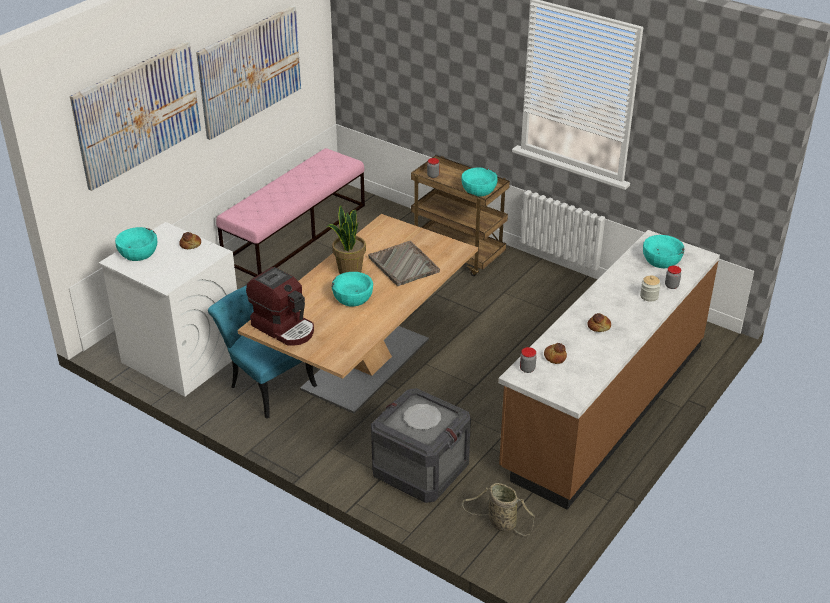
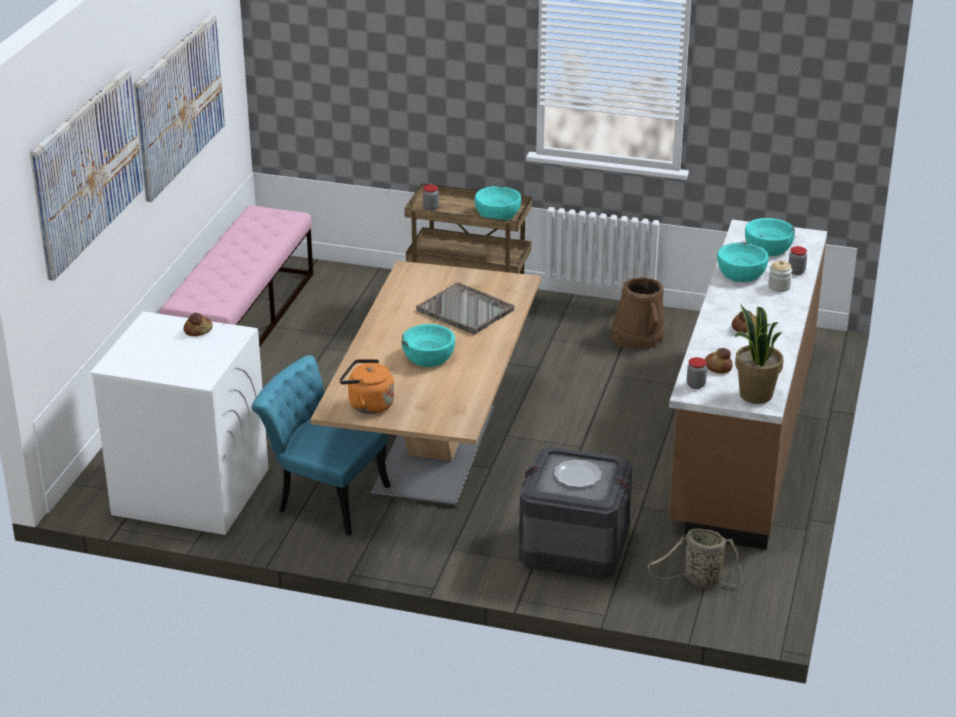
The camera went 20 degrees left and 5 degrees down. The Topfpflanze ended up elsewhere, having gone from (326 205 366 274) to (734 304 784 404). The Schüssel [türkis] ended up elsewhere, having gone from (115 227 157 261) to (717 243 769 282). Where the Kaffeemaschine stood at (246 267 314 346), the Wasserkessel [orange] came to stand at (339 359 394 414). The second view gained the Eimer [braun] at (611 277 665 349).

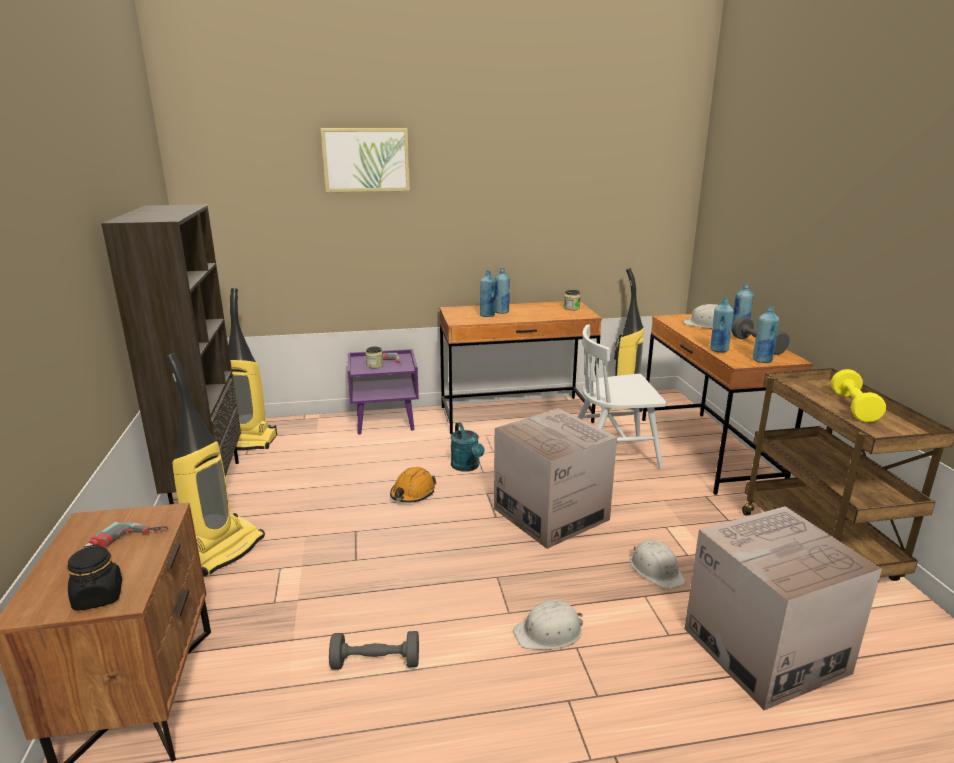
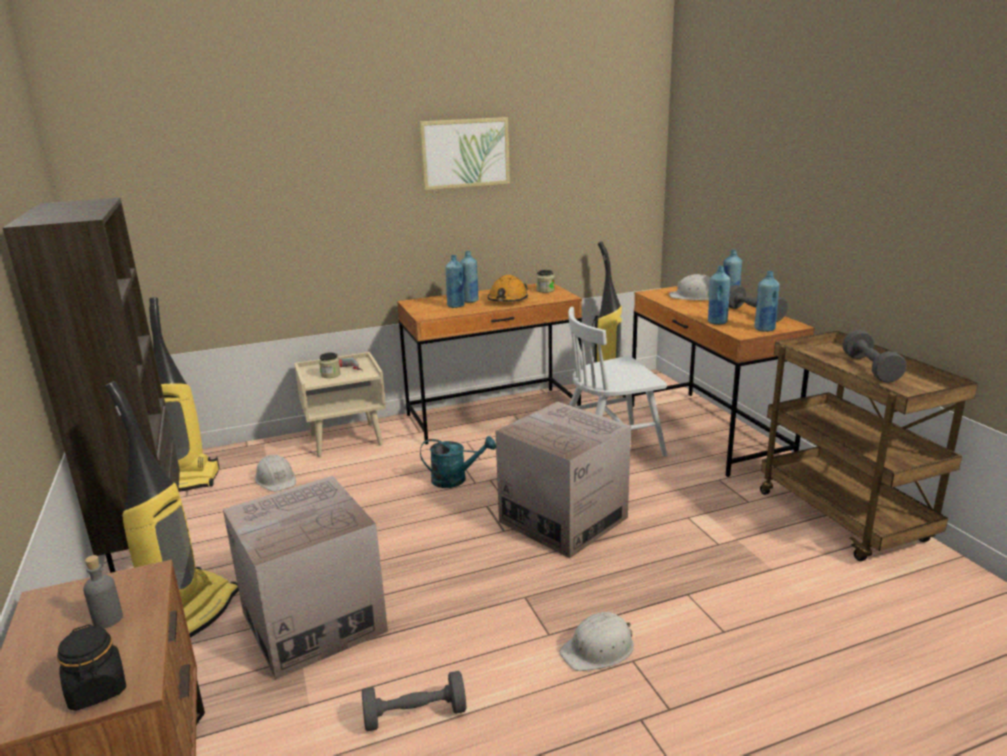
The camera went 10 degrees left and 0 degrees up. The Bild ended up elsewhere, having gone from (320 128 410 192) to (419 117 510 190). What was the Nachttisch [lila] at (348 349 419 435) turned into the Nachttisch [beige] at (294 352 386 457). What was the Hantel [gelb] at (831 369 886 423) turned into the Hantel [grau] at (843 330 906 383). The Gießkanne [türkis] at (451 422 484 472) ended up facing another way, 60 degrees counterclockwise from before. The Schutzhelm [orange] ended up elsewhere, having gone from (390 467 436 503) to (488 275 528 302). The Karton ended up elsewhere, having gone from (684 506 882 710) to (223 476 388 680). Where the Bohrmaschine stood at (83 521 168 548), the Flasche [grau] came to stand at (83 555 123 628). The Schutzhelm [weiß] ended up elsewhere, having gone from (630 540 686 589) to (255 455 296 492).

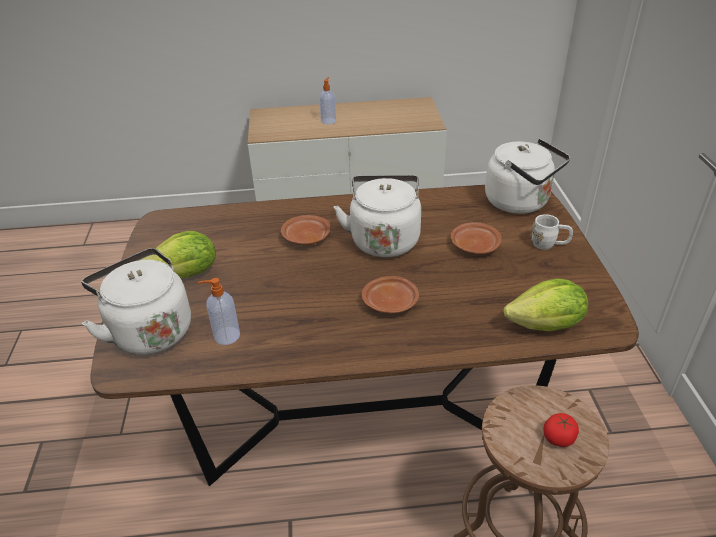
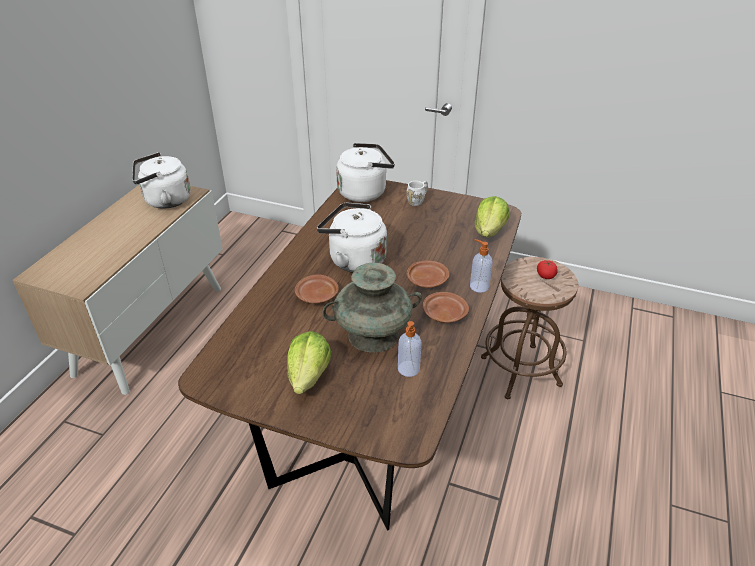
The camera went 65 degrees left and 0 degrees up. The Seifenspender ended up elsewhere, having gone from (319 77 336 124) to (470 239 493 293). The Teller [braun] ended up elsewhere, having gone from (451 222 502 254) to (423 292 469 323). The Wasserkessel [weiß] ended up elsewhere, having gone from (81 248 191 355) to (132 152 191 209). The second view gained the Vase [türkis] at (322 263 422 353).

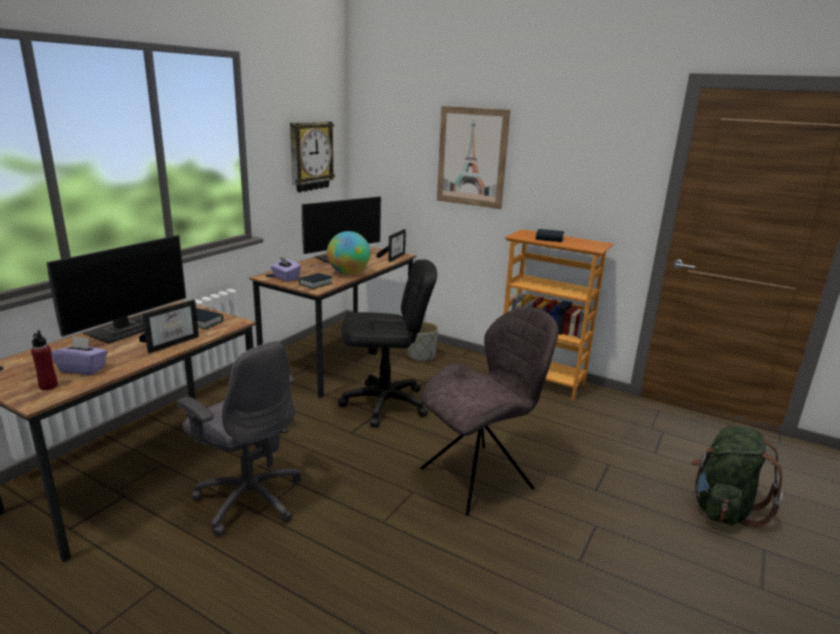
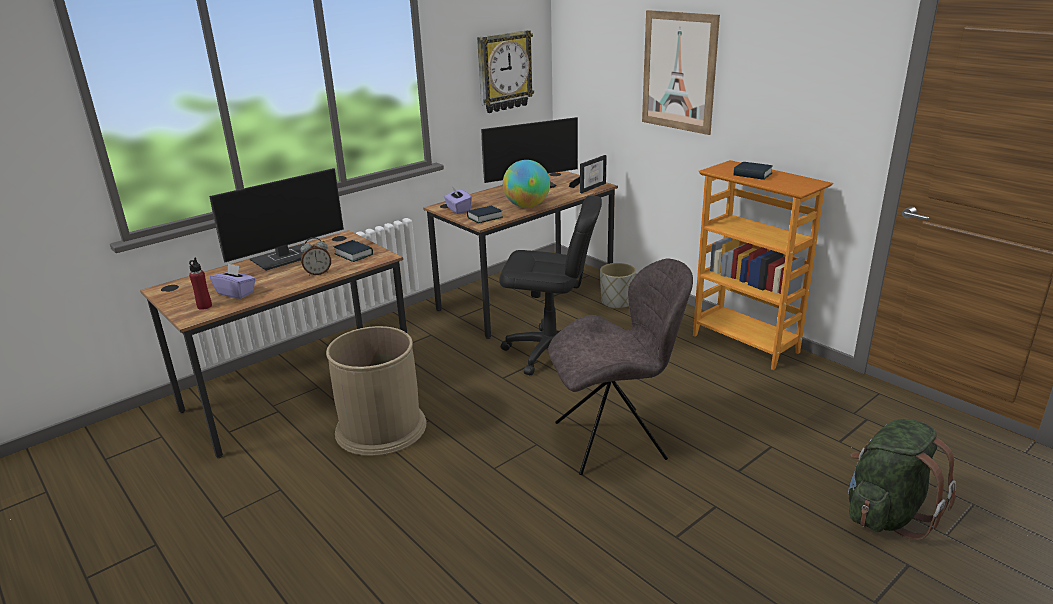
The camera went 20 degrees right and 5 degrees up. Where the Bilderrahmen stood at (139 300 199 353), the Wecker came to stand at (301 237 331 276). Where the Bürostuhl [grau] stood at (177 341 302 537), the Mülleimer [braun] came to stand at (326 326 426 456).

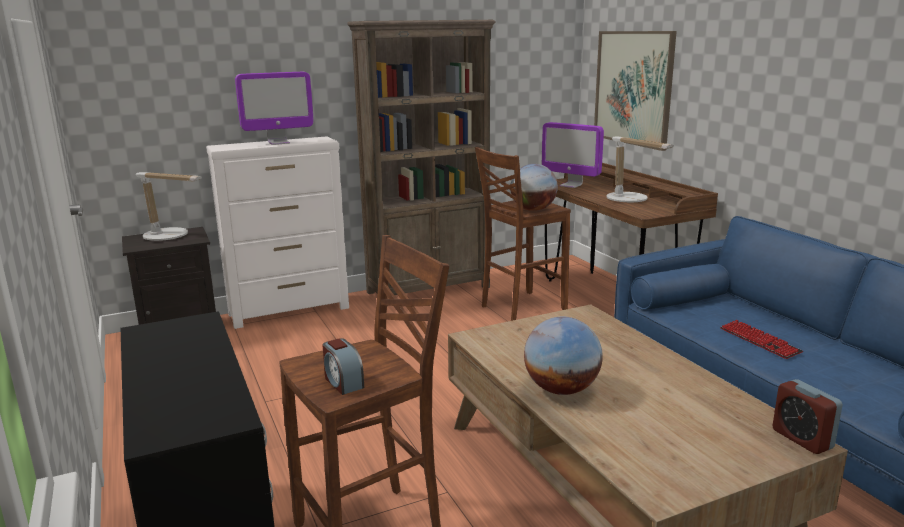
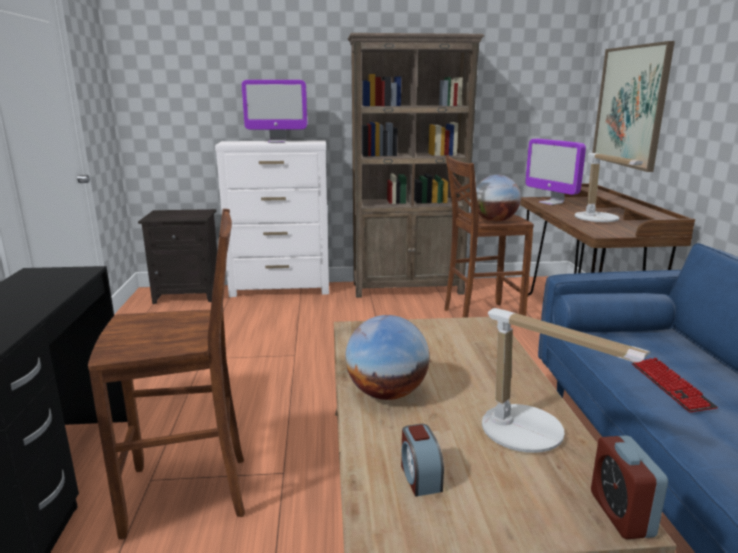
The camera went 20 degrees right and 0 degrees up. The Tischlampe ended up elsewhere, having gone from (136 172 202 241) to (482 308 651 453). The Wecker ended up elsewhere, having gone from (323 338 364 395) to (401 424 444 497).

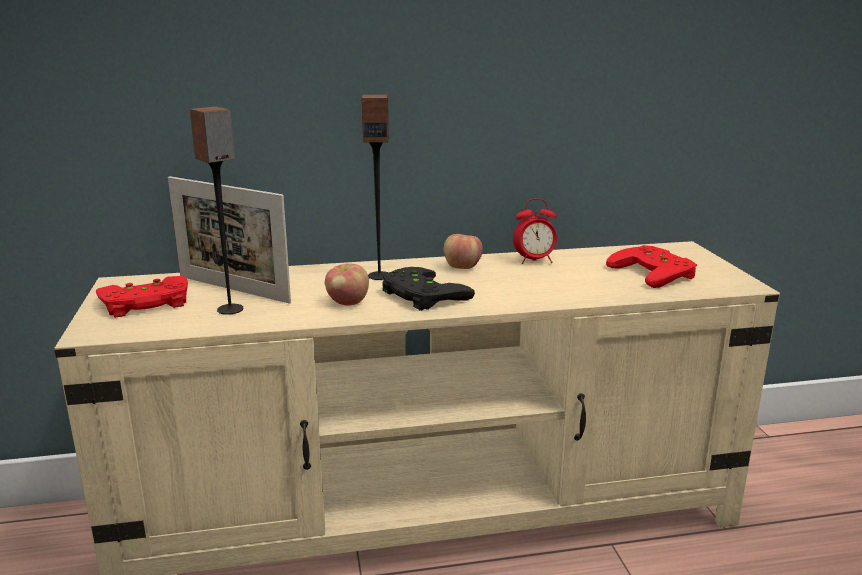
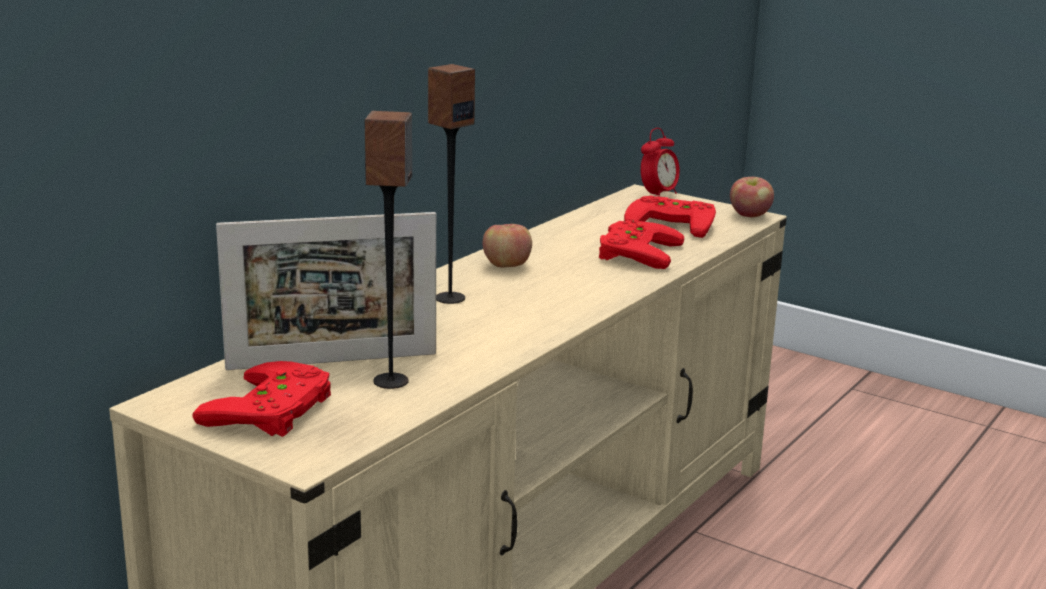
The camera went 45 degrees left and 0 degrees up. The Wecker ended up elsewhere, having gone from (513 198 557 264) to (641 128 680 197). The Apfel ended up elsewhere, having gone from (325 263 369 306) to (730 177 774 217). The second view lost the Gamepad [schwarz] at (383 267 475 311). The second view gained the Gamepad [rot] at (599 220 684 269).

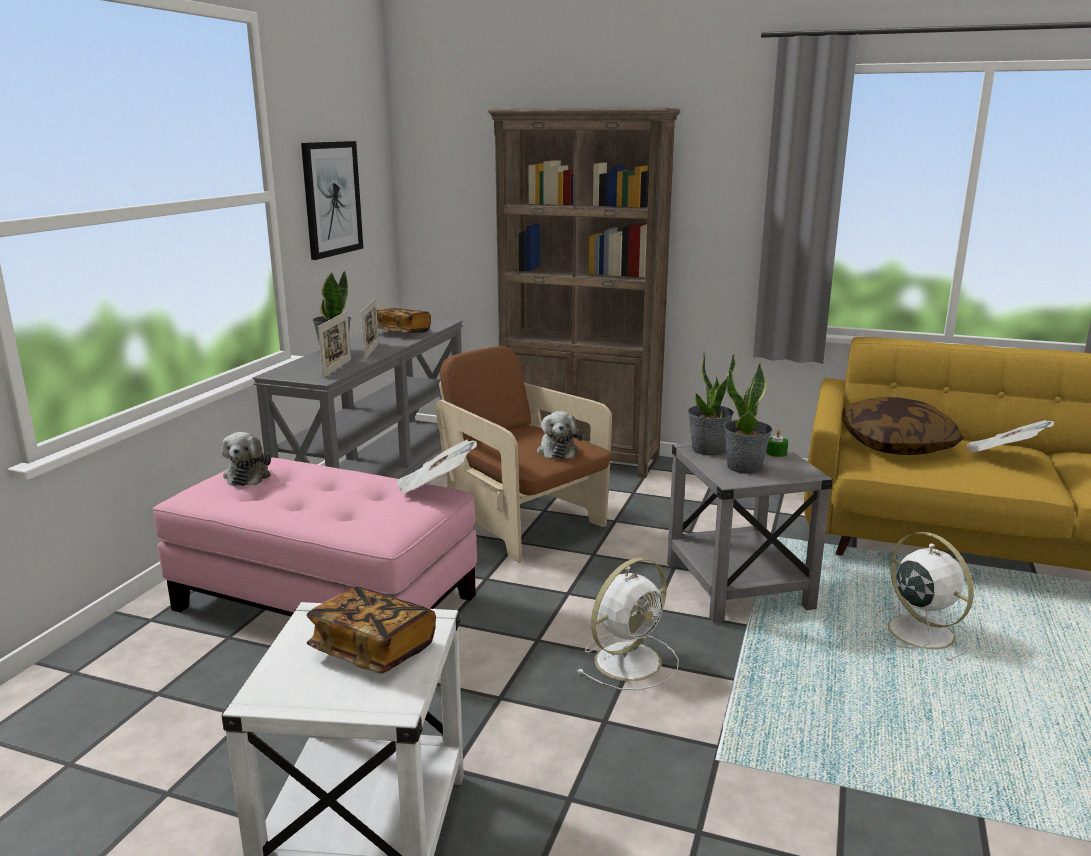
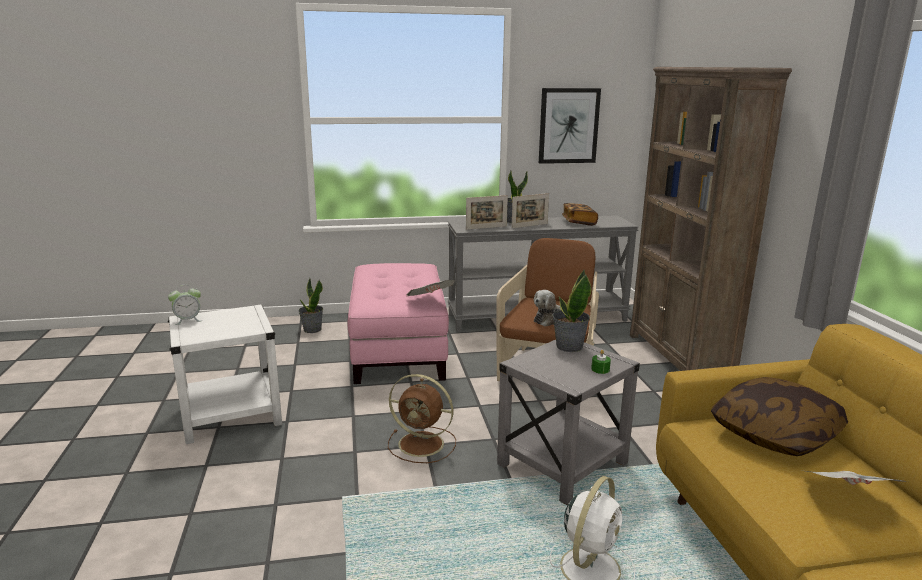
The camera went 60 degrees right and 0 degrees up. The Topfpflanze ended up elsewhere, having gone from (724 363 772 474) to (298 278 323 333). The second view lost the Plüschtier at (221 432 271 486). What was the Ventilator [weiß] at (577 557 679 690) turned into the Ventilator [braun] at (388 374 456 463). The second view lost the Buch at (307 587 436 673). The second view gained the Wecker at (168 285 202 325).

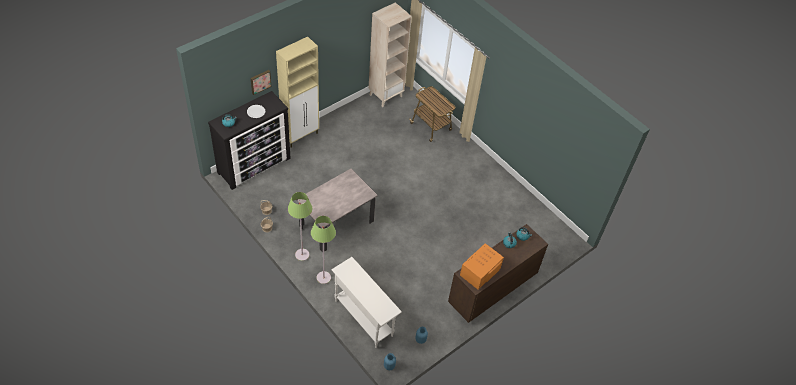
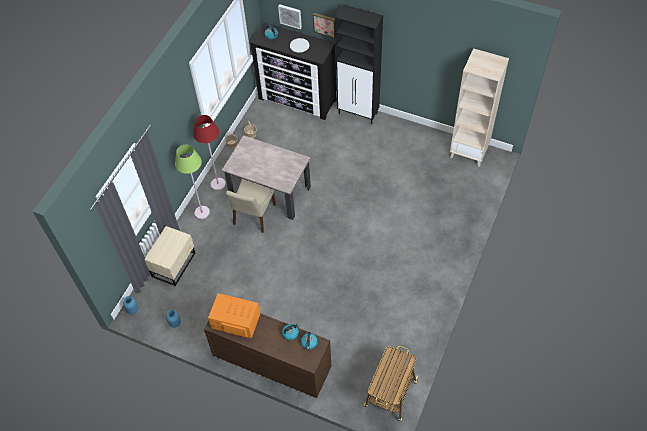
The camera went 70 degrees right and 5 degrees up. What was the Schrank [beige] at (276 37 319 148) turned into the Schrank [schwarz] at (335 4 383 124). The Rollwagen ended up elsewhere, having gone from (409 86 455 142) to (364 346 418 421). What was the Stehlampe [grün] at (288 192 312 261) turned into the Stehlampe [rot] at (193 115 226 191). Where the Konsolentisch [weiß] stood at (331 257 402 348), the Nachttisch [beige] came to stand at (144 226 195 286). The second view gained the Bild at (278 4 302 29). The second view gained the Stuhl [beige] at (226 179 276 233).

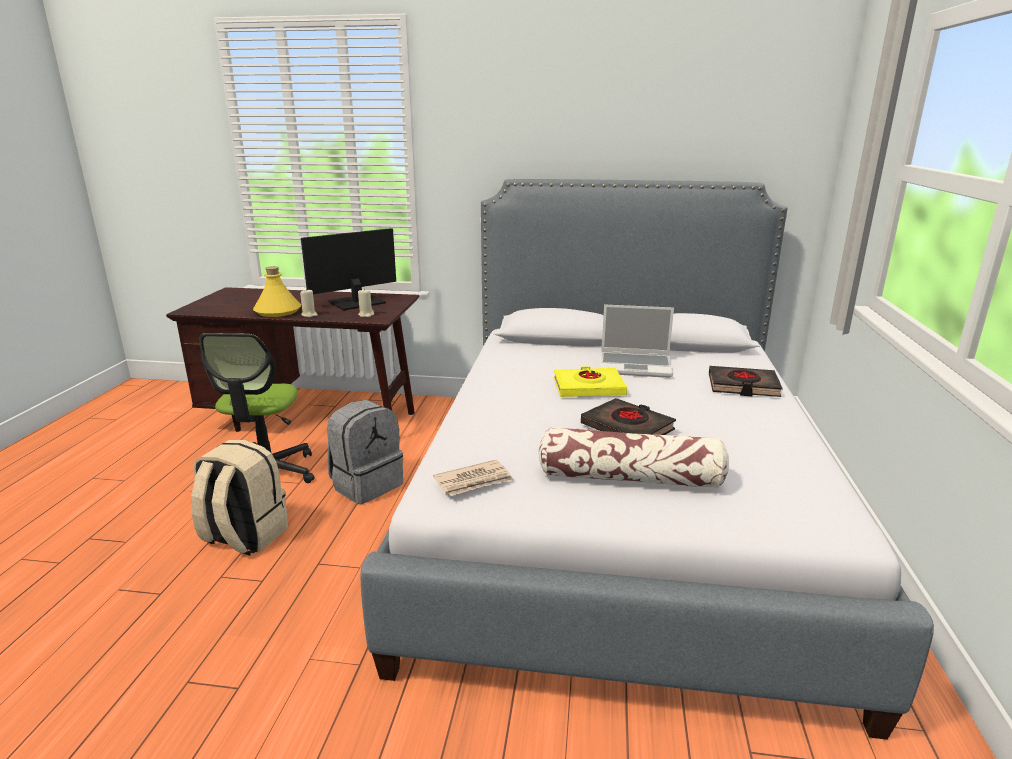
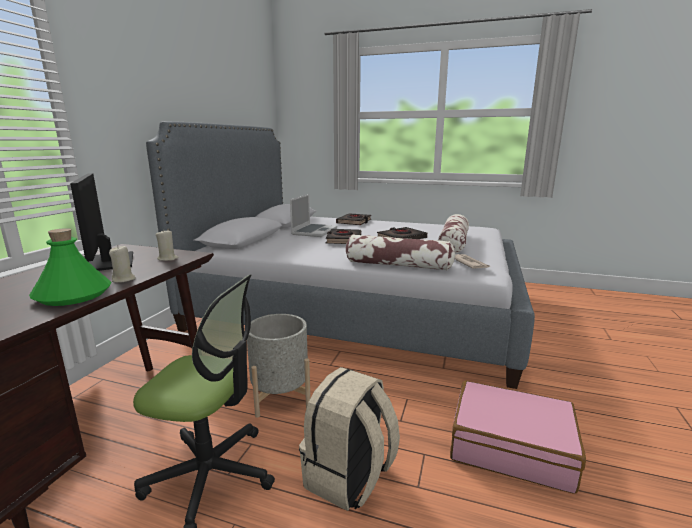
The camera went 80 degrees left and 5 degrees down. What was the Flasche [gelb] at (253 266 301 317) turned into the Flasche [grün] at (29 228 111 306). What was the Buch [gelb] at (554 366 627 397) turned into the Buch [schwarz] at (326 229 361 244). Where the Rucksack [grau] stood at (327 400 403 504), the Pflanzkübel [grau] came to stand at (247 314 311 418). The second view gained the Kissen at (346 234 455 270). The second view gained the Koffer [rosa] at (450 381 586 494).

